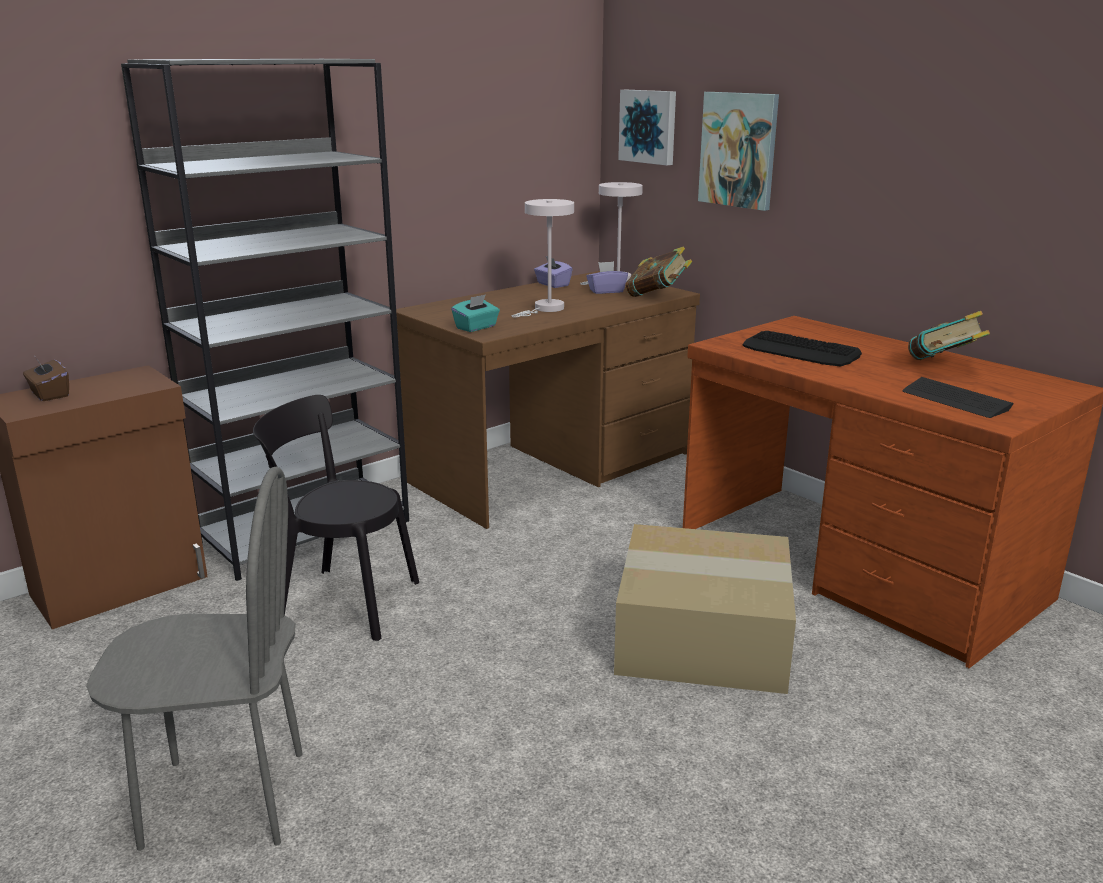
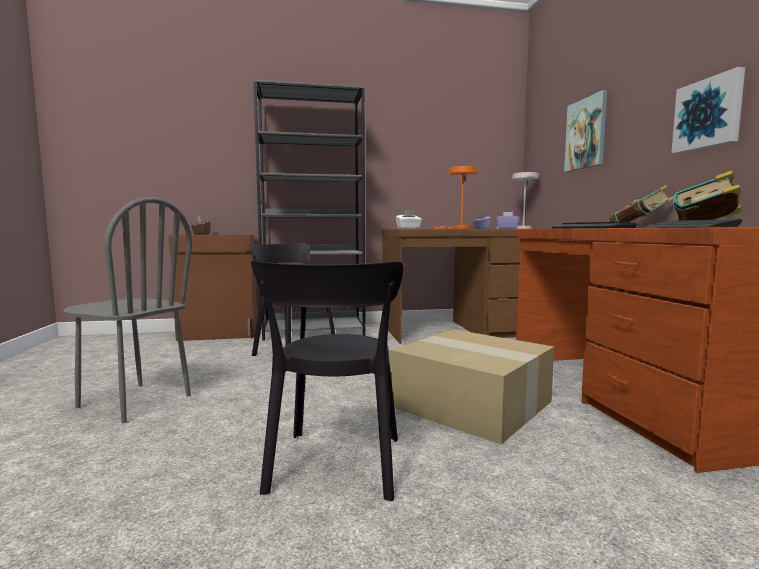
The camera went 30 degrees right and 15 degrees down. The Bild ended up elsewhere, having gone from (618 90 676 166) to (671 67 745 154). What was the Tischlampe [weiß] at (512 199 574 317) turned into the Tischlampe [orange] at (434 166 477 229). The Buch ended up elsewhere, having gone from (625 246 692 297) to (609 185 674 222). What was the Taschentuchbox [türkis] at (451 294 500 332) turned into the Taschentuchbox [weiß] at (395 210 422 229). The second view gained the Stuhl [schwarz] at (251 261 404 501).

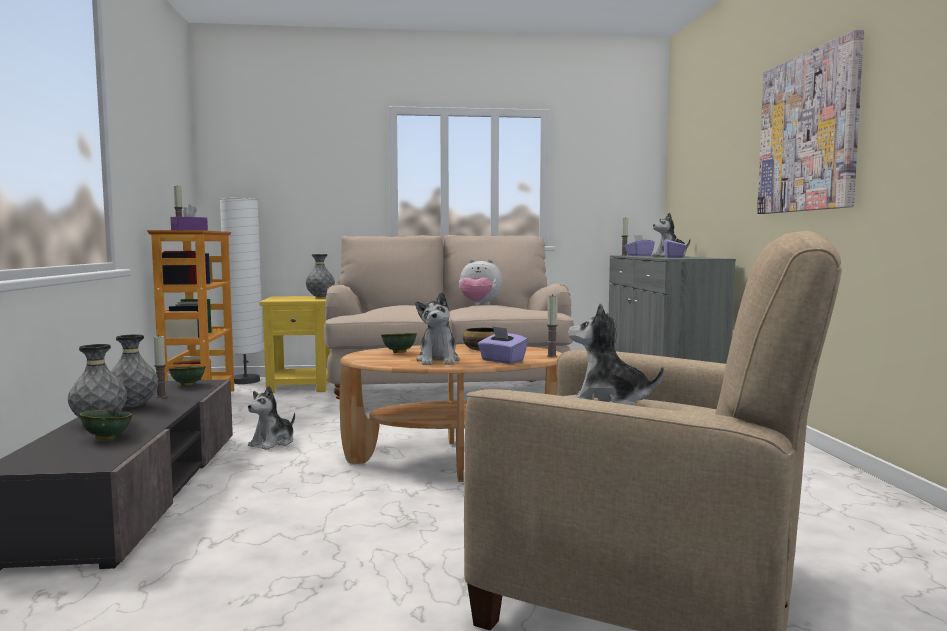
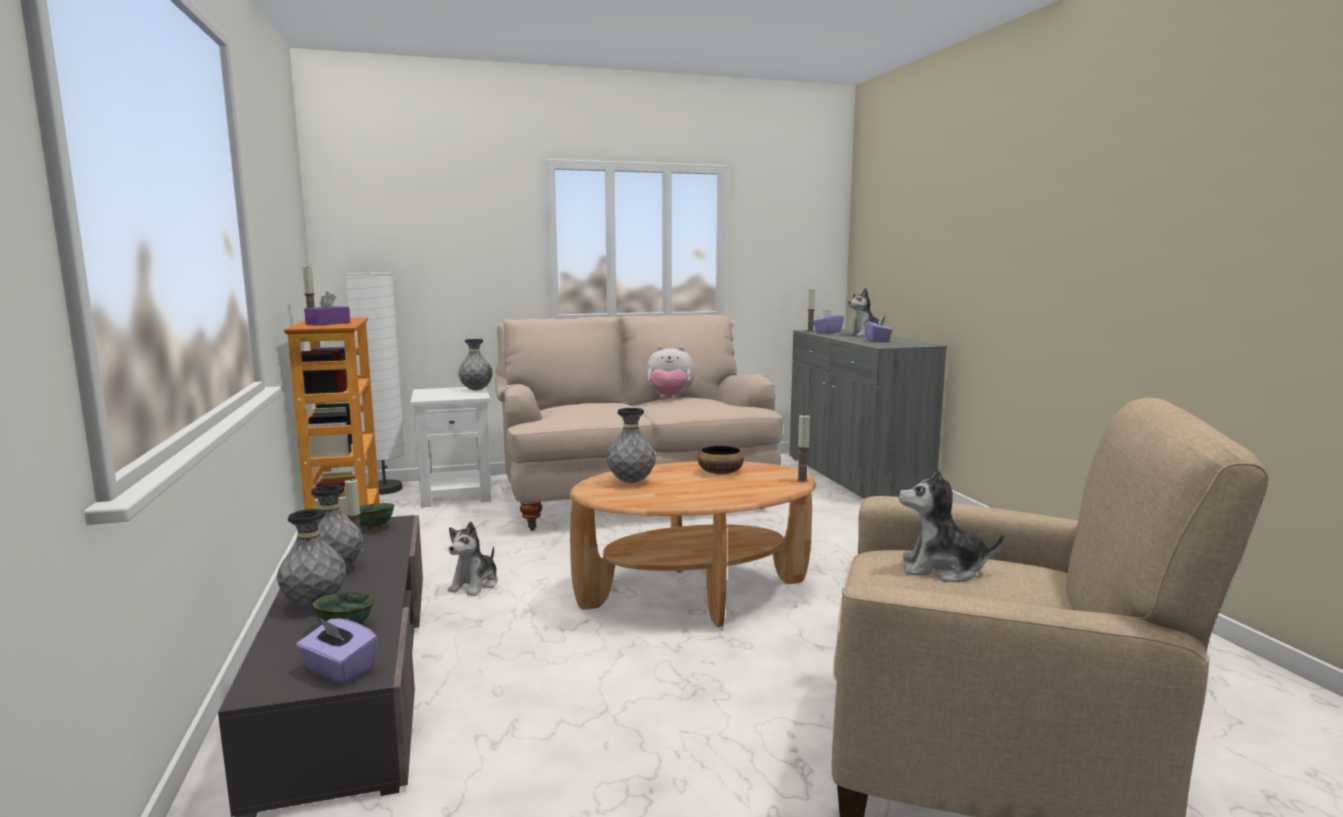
The camera went 10 degrees left and 5 degrees up. The second view lost the Bild at (757 30 864 214). The second view lost the Plüschtier at (415 292 460 365). What was the Beistelltisch [gelb] at (259 296 331 393) turned into the Beistelltisch [weiß] at (410 386 491 507). The Taschentuchbox [lila] ended up elsewhere, having gone from (478 326 528 364) to (296 618 378 684). Where the Schüssel [grün] stood at (381 333 417 353), the Vase [grau] came to stand at (607 408 656 483).

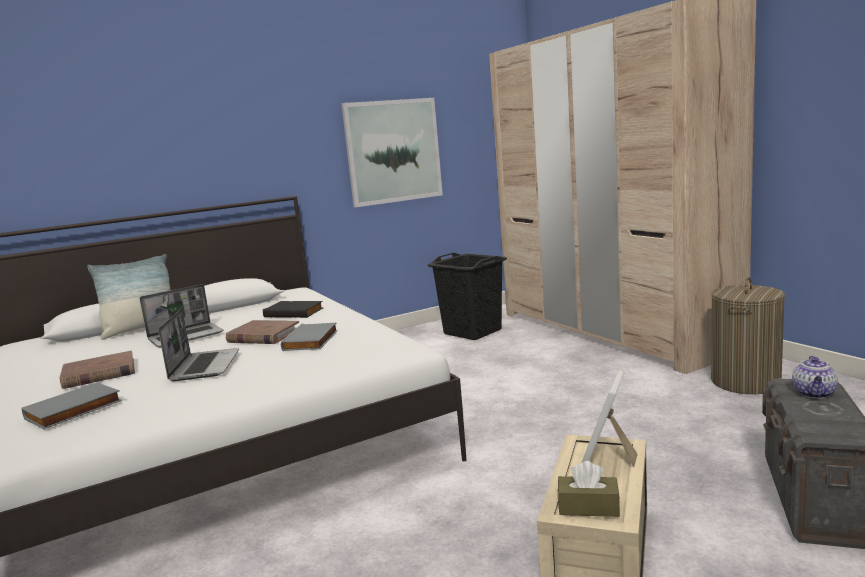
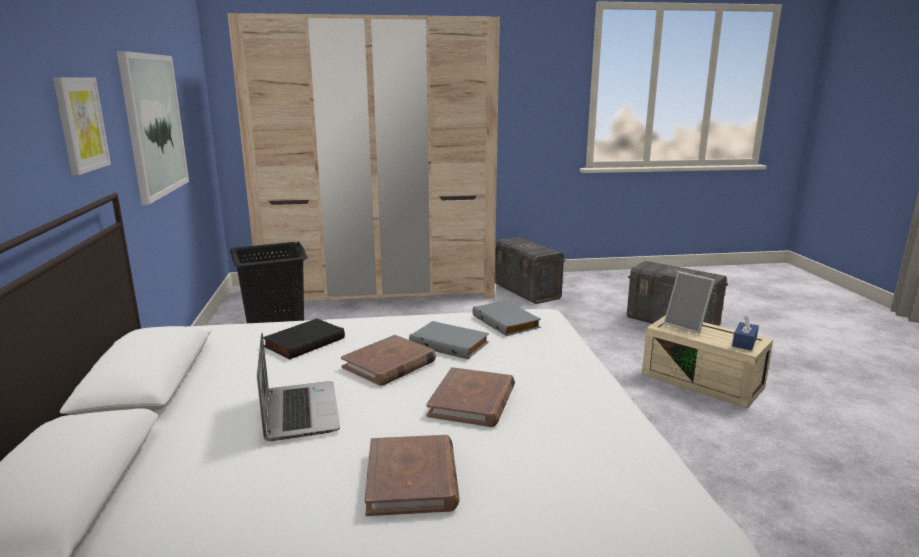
The camera went 70 degrees left and 5 degrees up. The second view lost the Kissen at (87 254 170 340). Where the Wäschekorb stood at (711 277 785 394), the Aufbewahrungsbox [grau] came to stand at (495 237 566 304). Where the Laptop stood at (158 309 239 381), the Buch [braun] came to stand at (426 367 515 427). The second view lost the Teekanne at (792 356 838 398). The Buch [grau] ended up elsewhere, having gone from (22 382 122 429) to (472 300 541 336). What was the Taschentuchbox [braun] at (558 461 620 517) turned into the Taschentuchbox [blau] at (732 315 759 350). The second view gained the Bild at (53 77 111 175).

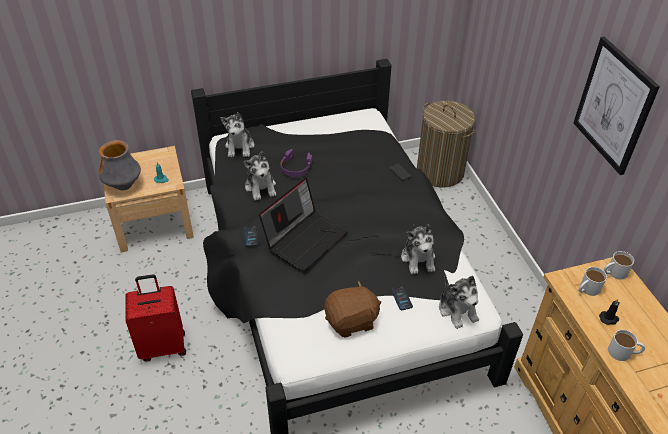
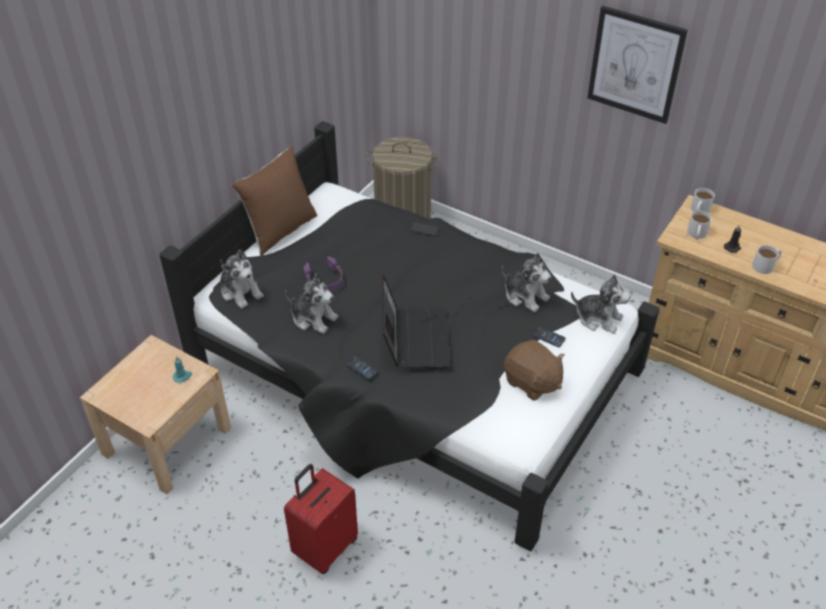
The camera went 40 degrees left and 0 degrees up. The second view lost the Vase at (98 140 141 191). The Plüschtier [braun] at (324 280 381 338) ended up facing another way, 105 degrees clockwise from before. The second view gained the Kissen [braun] at (231 145 317 256).

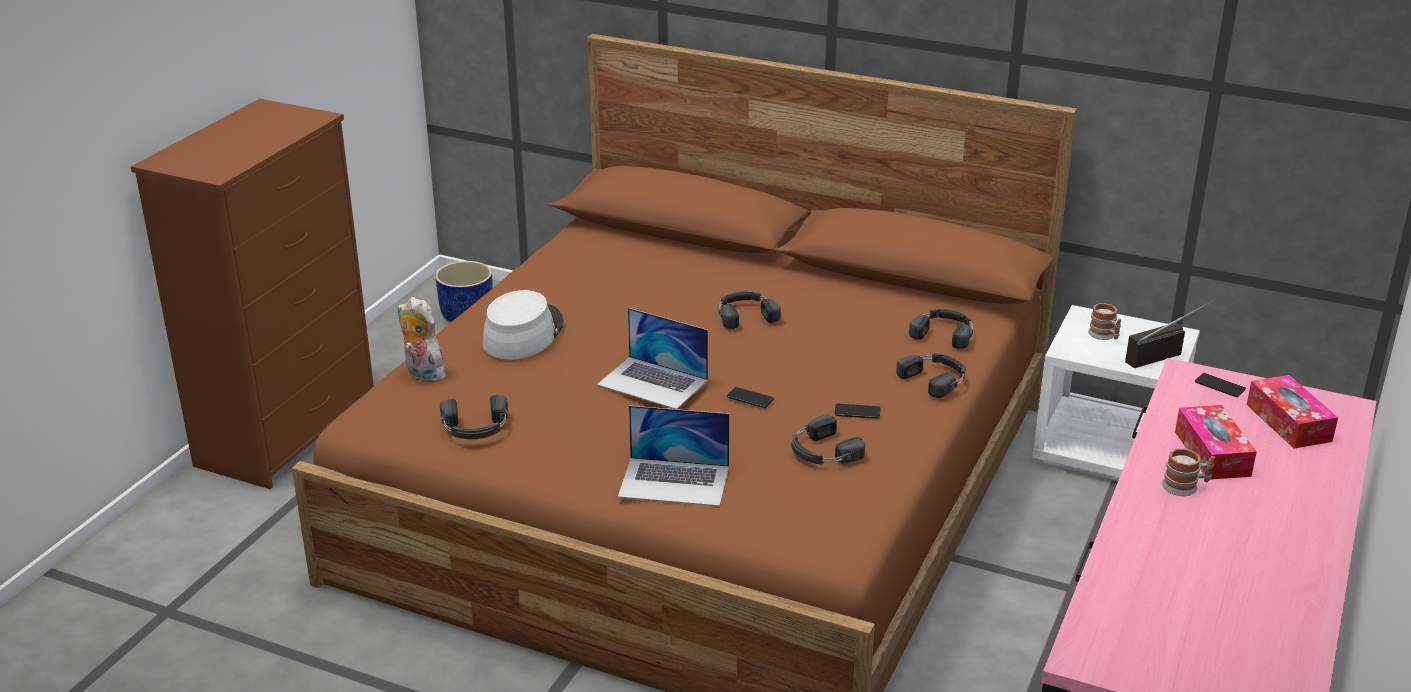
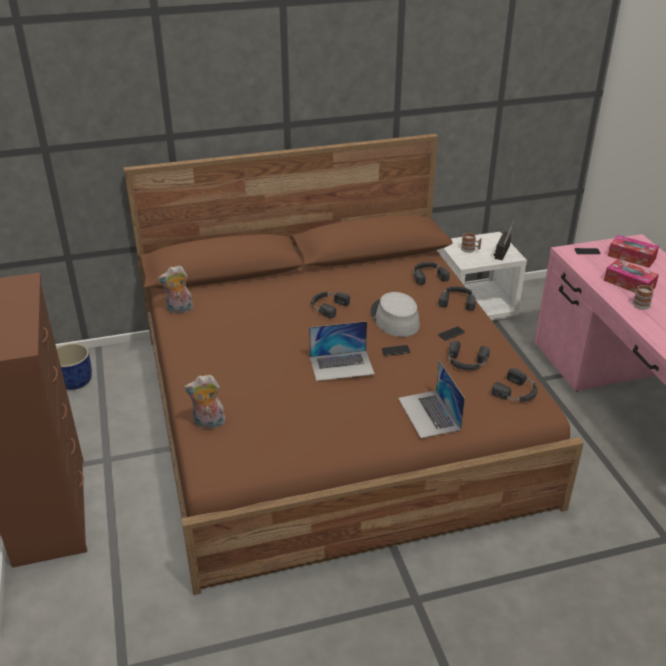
The camera went 40 degrees left and 5 degrees up. The Hut [grau] ended up elsewhere, having gone from (483 290 564 360) to (370 292 420 337). The Kopfhörer [schwarz] ended up elsewhere, having gone from (440 395 508 439) to (492 368 538 402). The Laptop at (618 406 729 506) ended up facing another way, 105 degrees clockwise from before. The second view gained the Plüschtier at (158 265 193 314).

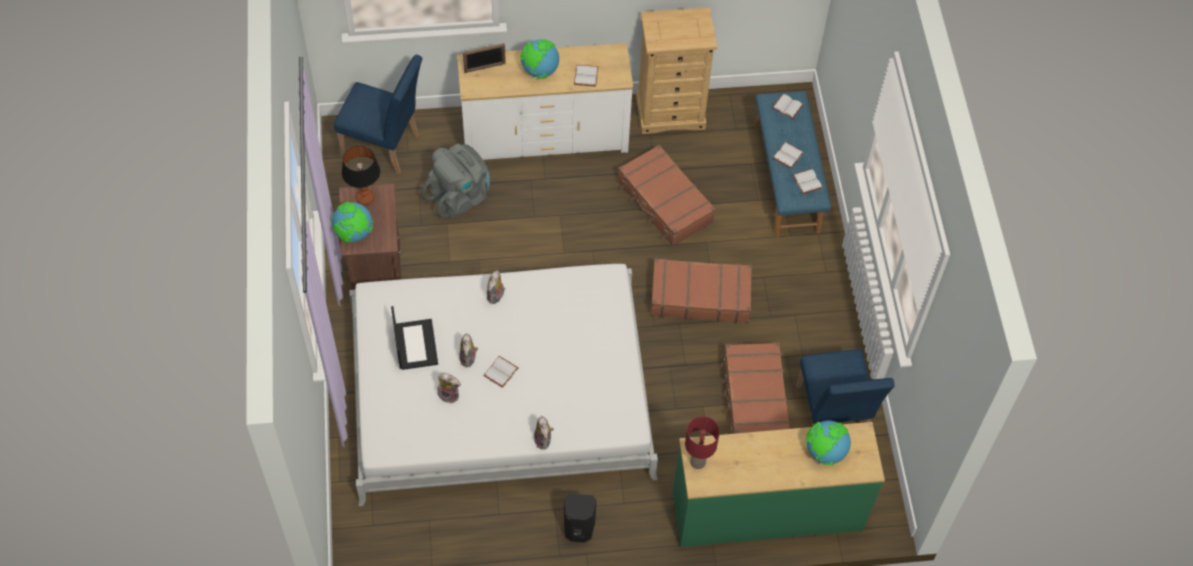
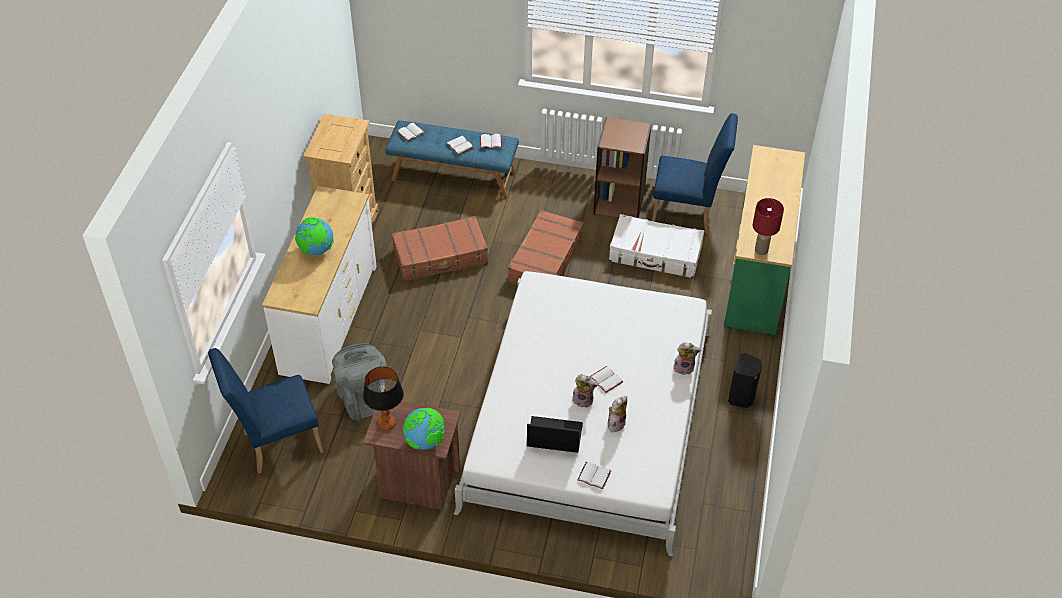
The camera went 70 degrees left and 10 degrees down. The second view lost the Bilderrahmen at (463 43 506 73). The Stuhl [blau] at (334 55 423 175) ended up facing another way, 150 degrees counterclockwise from before. The Buch [weiß] ended up elsewhere, having gone from (574 65 598 87) to (577 462 611 489). The second view lost the Plüschtier at (487 271 505 304). What was the Koffer [braun] at (720 342 790 434) turned into the Koffer [weiß] at (609 214 704 278). The second view lost the Globus at (806 421 851 465). The second view gained the Bücherregal [braun] at (593 117 652 219).

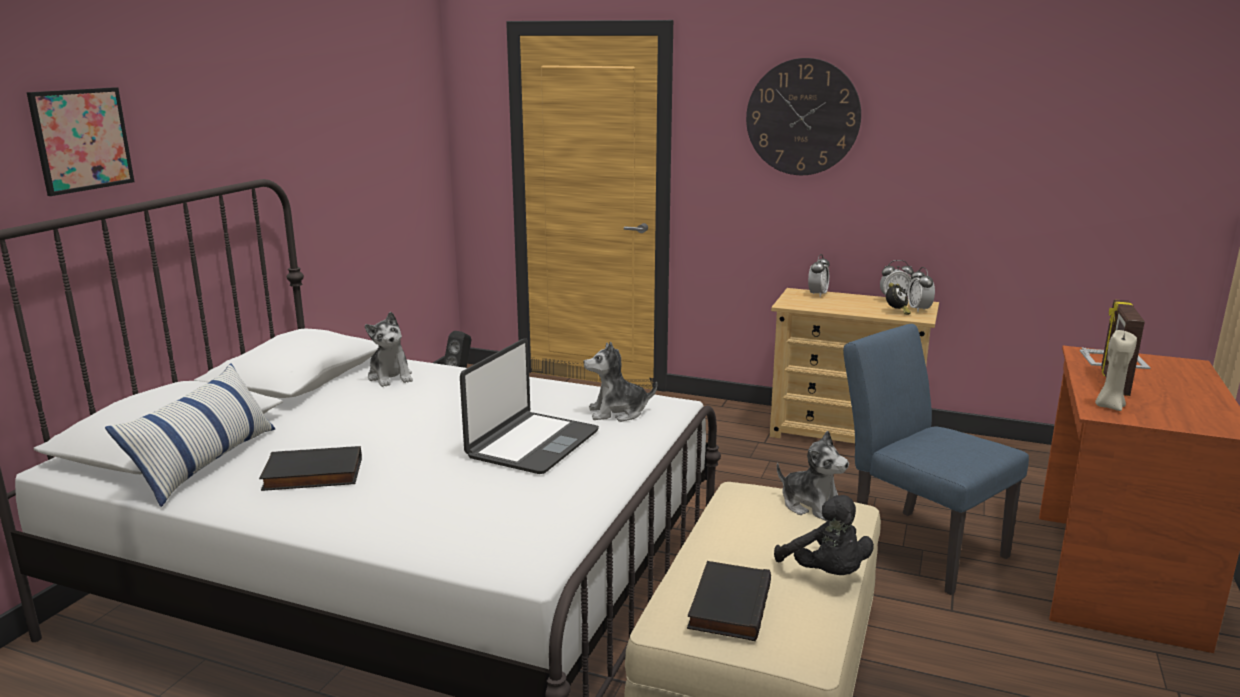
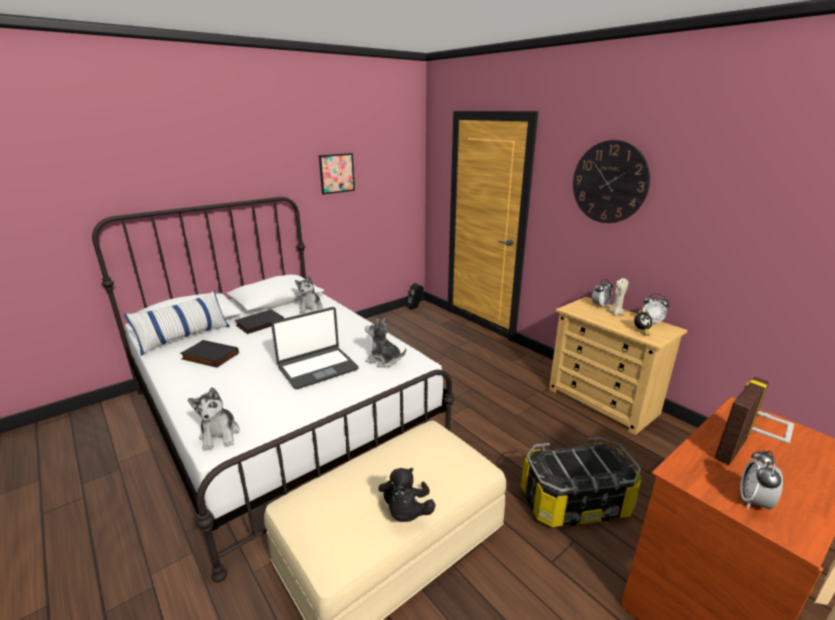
The camera went 30 degrees right and 5 degrees up. The Bild ended up elsewhere, having gone from (27 87 134 196) to (319 153 355 194). The Wecker ended up elsewhere, having gone from (908 267 935 312) to (740 450 783 509). Where the Stuhl [blau] stood at (843 324 1029 595), the Aufbewahrungsbox came to stand at (521 437 642 527). The Kerze [beige] ended up elsewhere, having gone from (1095 330 1137 411) to (609 278 629 315). The Plüschtier ended up elsewhere, having gone from (777 431 849 521) to (188 387 240 451). The Buch [schwarz] ended up elsewhere, having gone from (687 561 771 641) to (235 309 284 334).

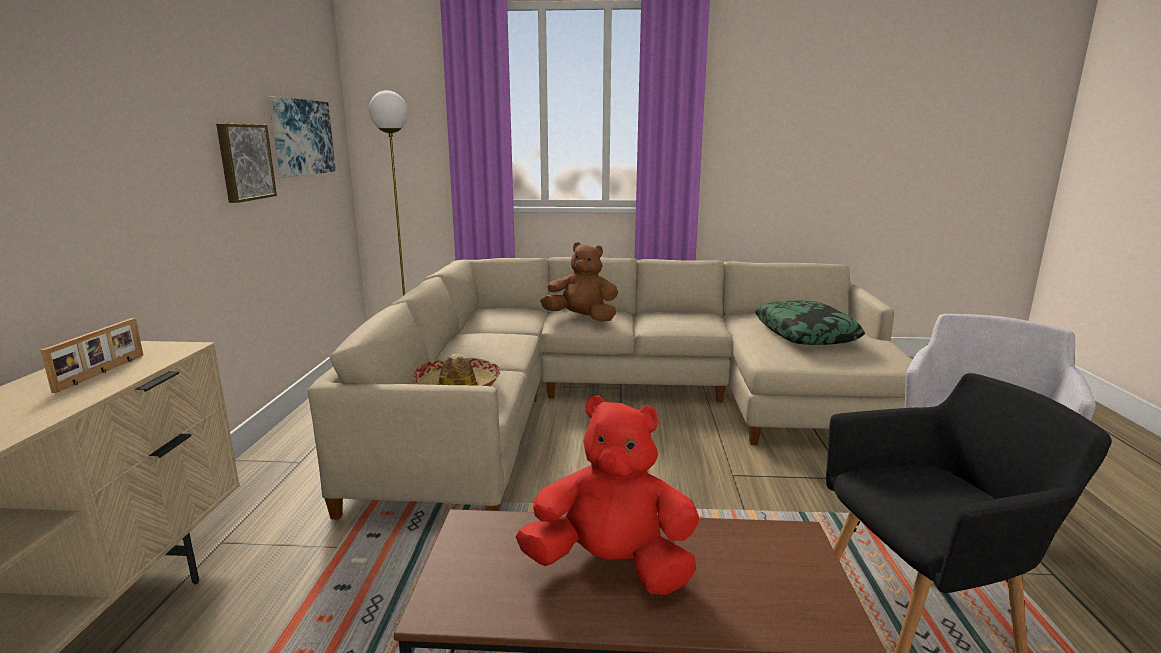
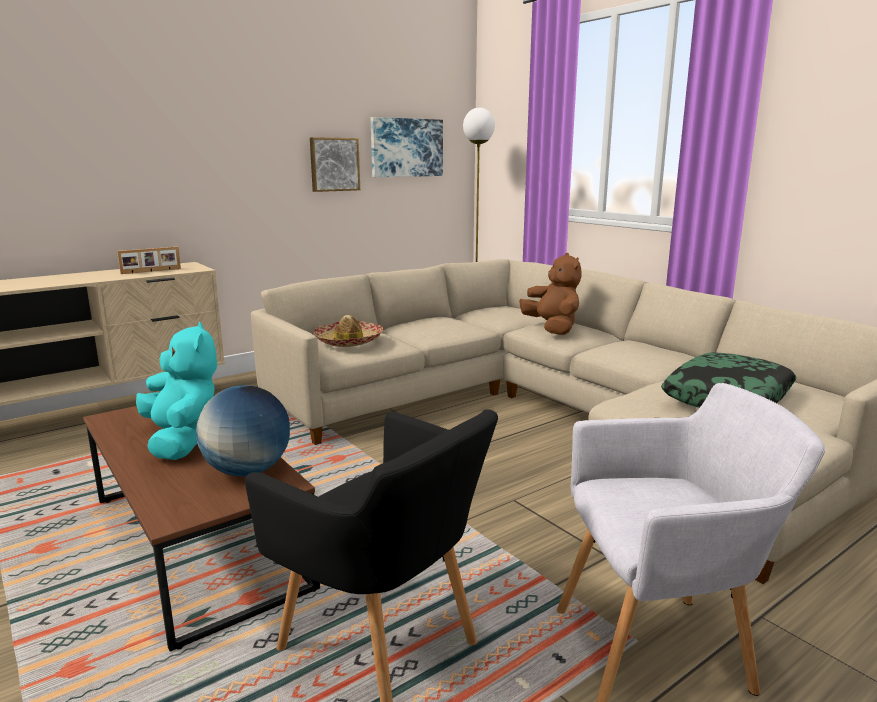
The camera went 50 degrees right and 0 degrees up. What was the Plüschtier [rot] at (516 395 699 595) turned into the Plüschtier [türkis] at (136 322 217 460). The second view gained the Globus at (196 385 290 477).

